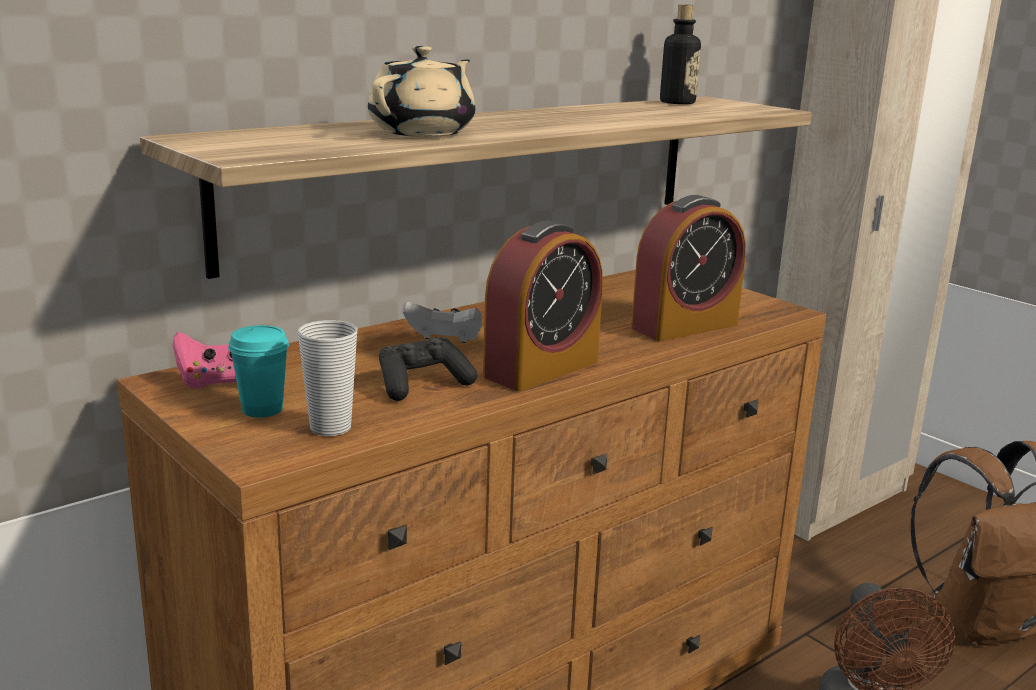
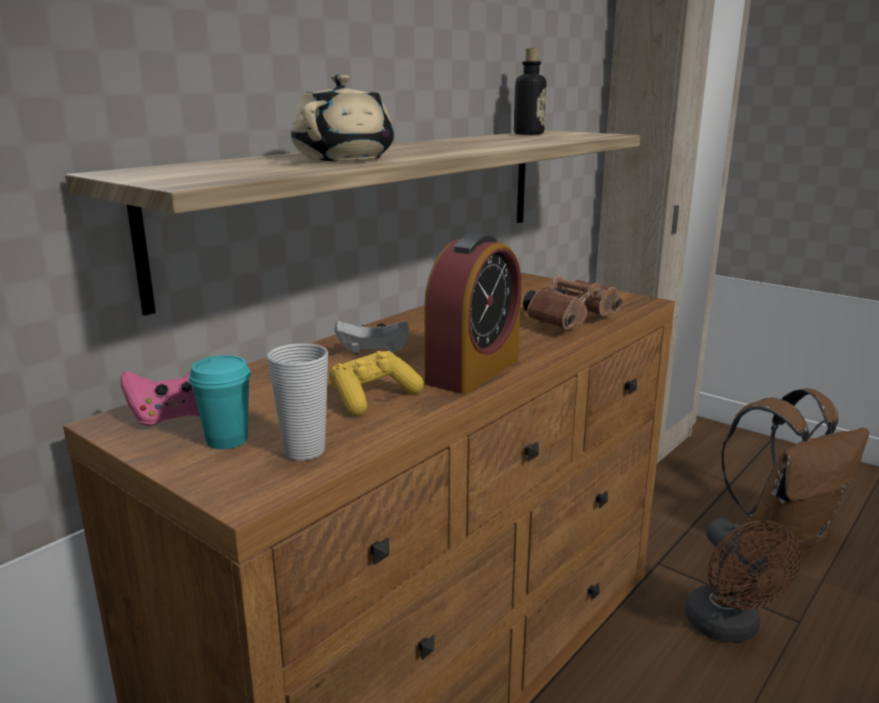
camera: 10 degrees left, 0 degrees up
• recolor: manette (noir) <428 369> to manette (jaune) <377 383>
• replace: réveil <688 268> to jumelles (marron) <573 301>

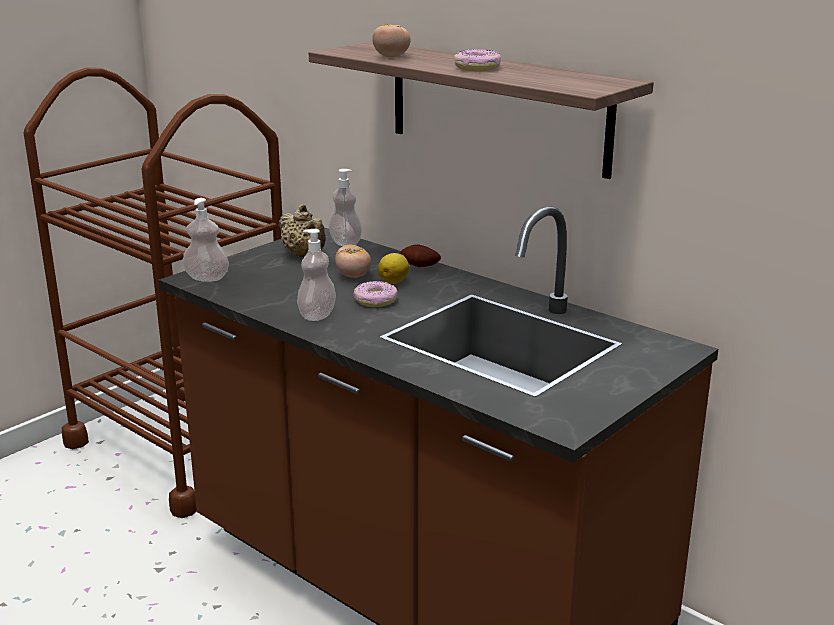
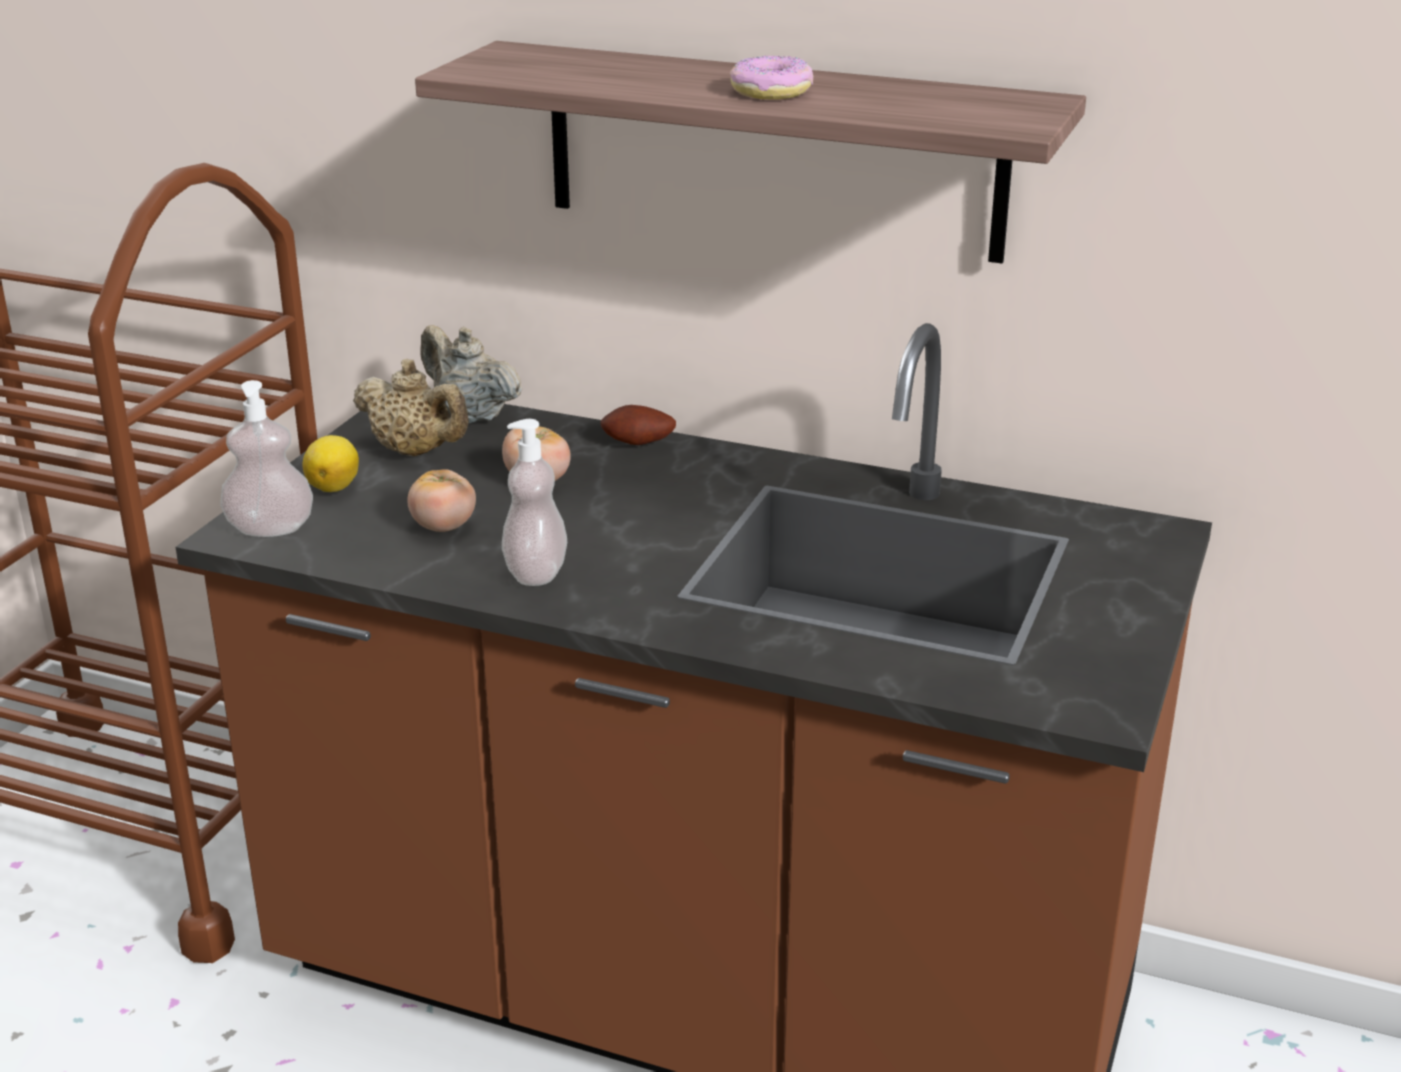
camera: 20 degrees left, 5 degrees up
• replace: distributeur de savon <345 207> to théière (beige) <472 374>
• delete: beignet <375 294>
• move: tomate <391 41> to <441 500>
• move: citron <393 268> to <330 463>

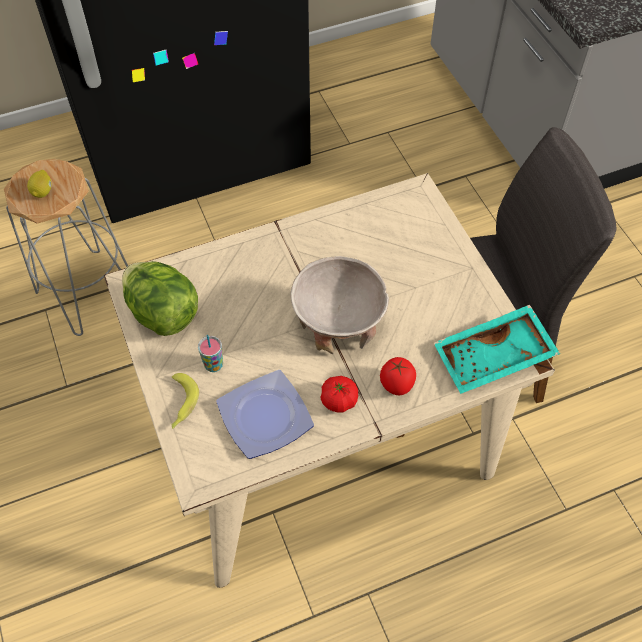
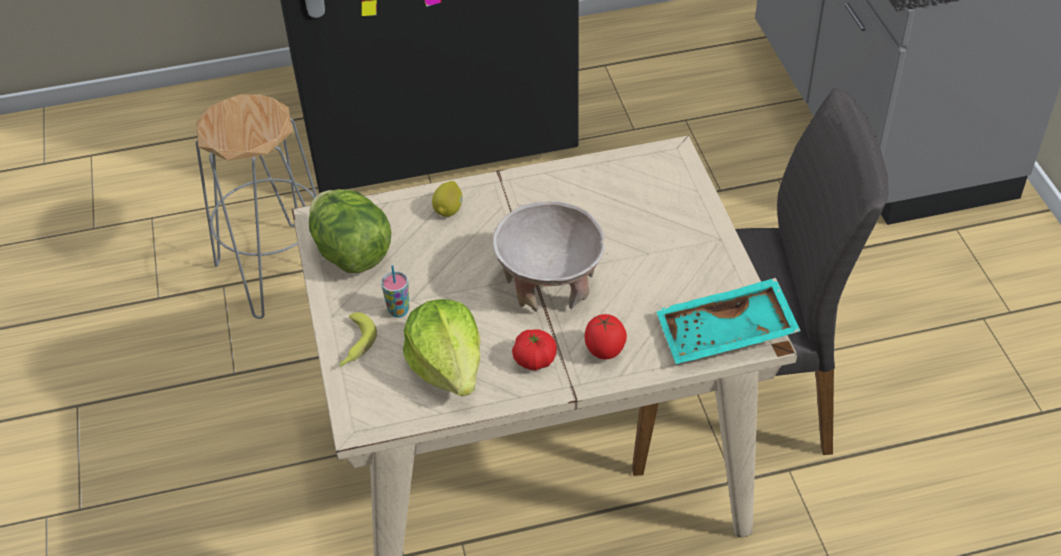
camera: 10 degrees right, 10 degrees down
• move: citron <39 184> to <447 199>
• replace: assiette <265 414> to laitue <442 348>

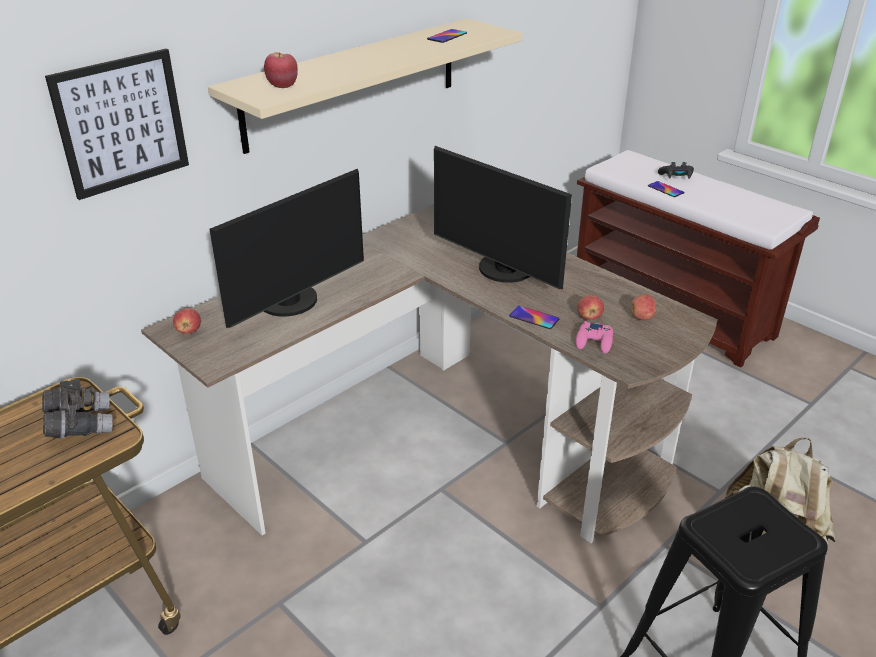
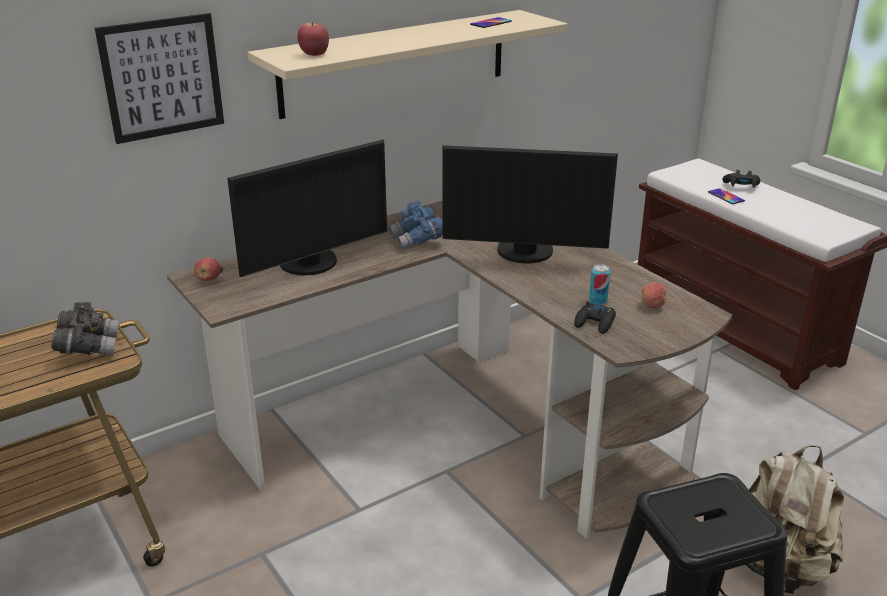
camera: 10 degrees right, 5 degrees down
• rotate: écran d'ordinateur <503 217> = <530 204> 45 degrees counterclockwise
• delete: téléphone <534 317>
• recolor: manette (rose) <594 337> to manette (noir) <595 317>
• replace: pomme <590 307> to boîte métallique <599 284>
• insert: jumelles (bleu) <416 225>

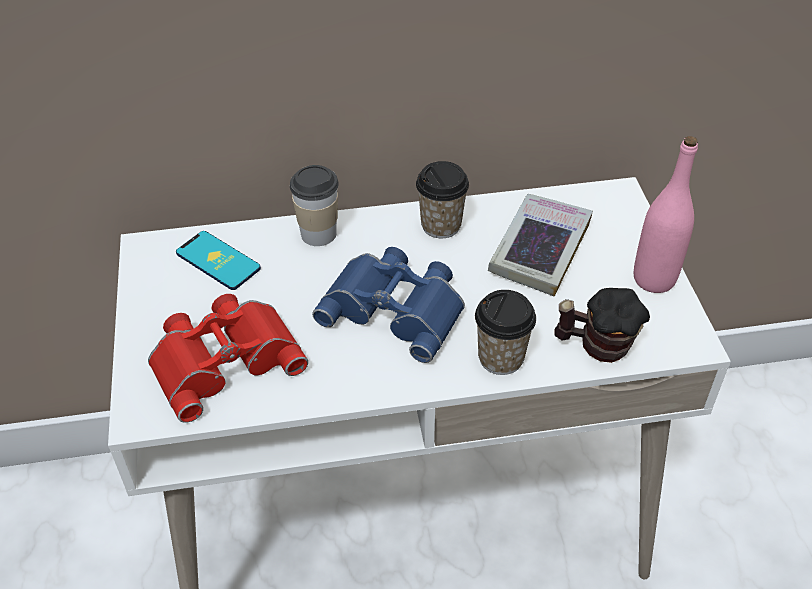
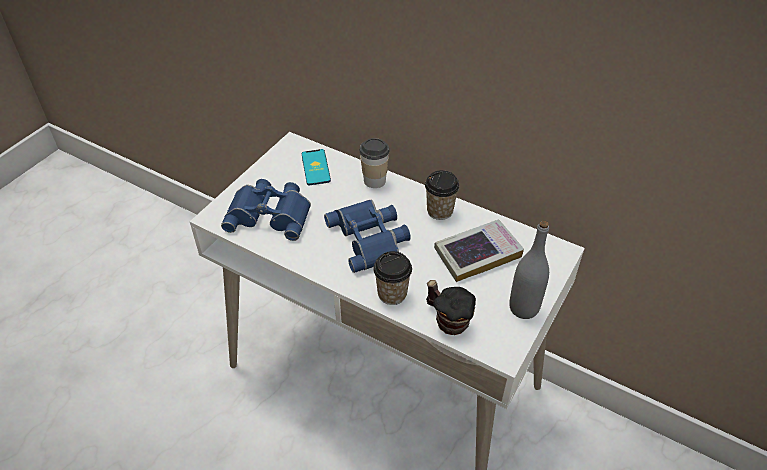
camera: 40 degrees right, 0 degrees up
• recolor: jumelles (rouge) <228 358> to jumelles (bleu) <266 210>
• recolor: bouteille (rose) <666 214> to bouteille (gris) <529 270>

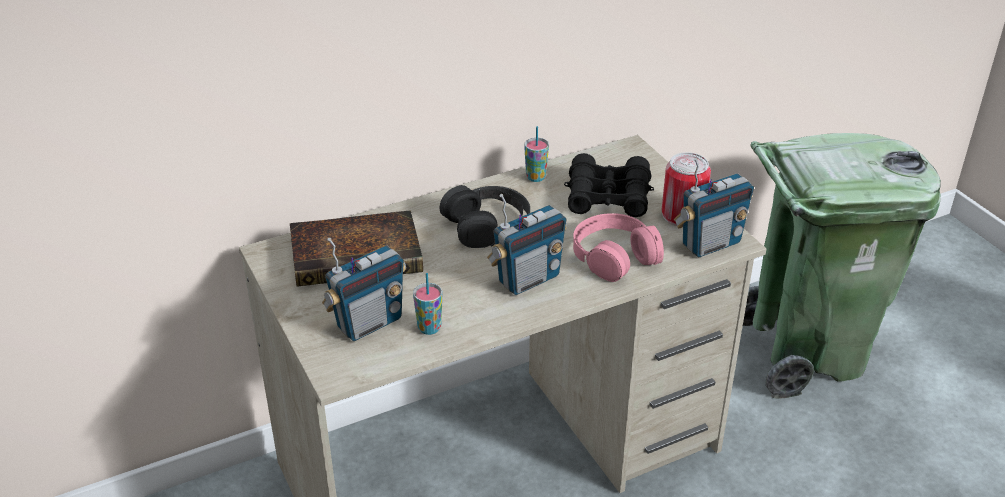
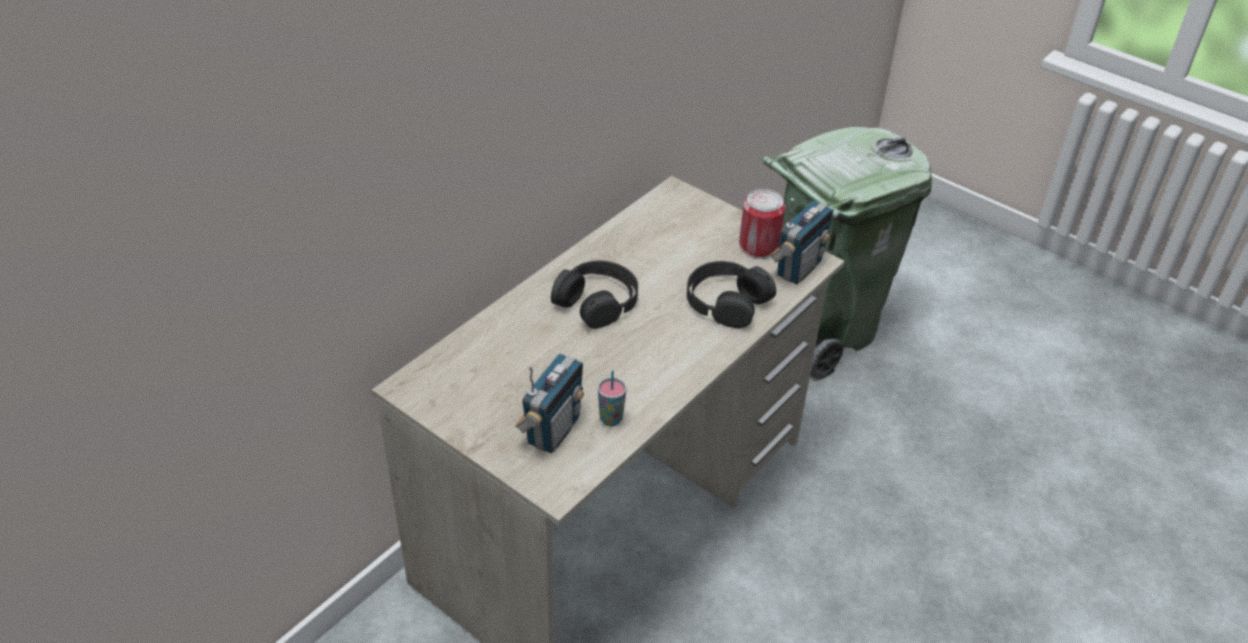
camera: 25 degrees left, 5 degrees up
• delete: livre <356 248>
• delete: radio <527 244>
• delete: tasse <536 154>
• delete: jumelles (noir) <609 185>
• recolor: casque audio (rose) <618 247> to casque audio (noir) <731 294>

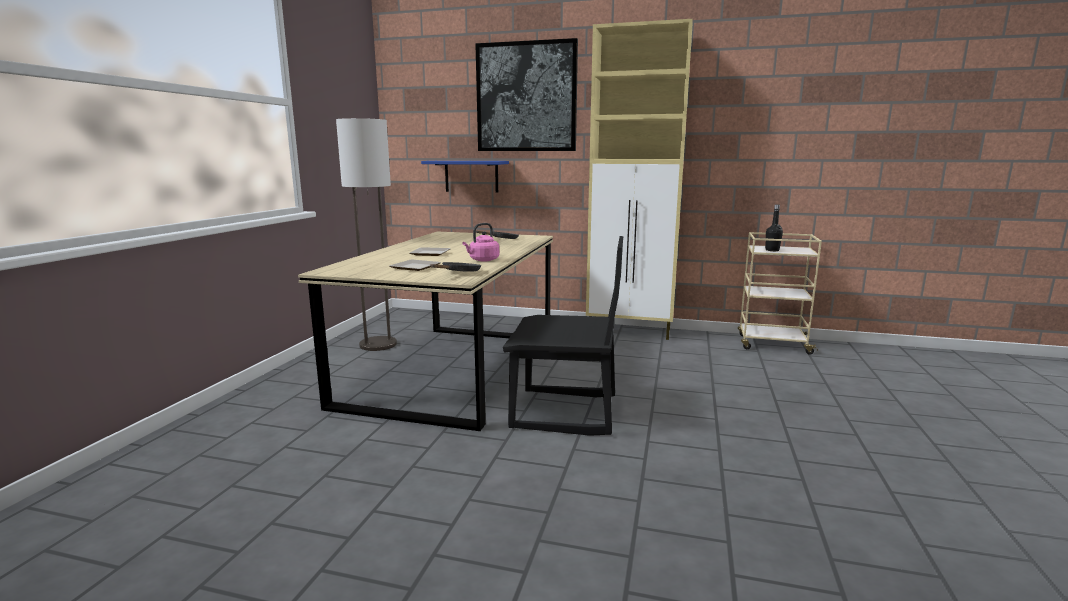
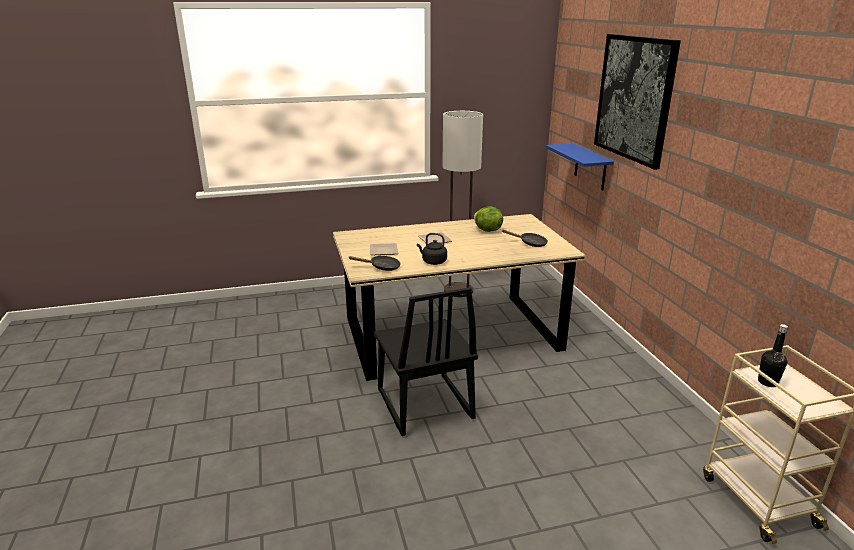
camera: 60 degrees right, 10 degrees up
• recolor: bouilloire (rose) <481 242> to bouilloire (noir) <432 249>
• delete: meuble de rangement (beige) <639 179>
• insert: laitue <488 219>

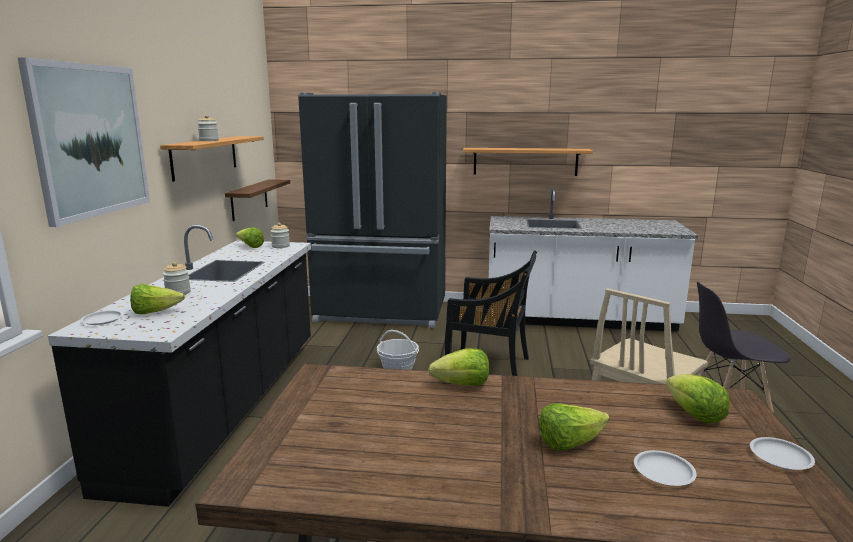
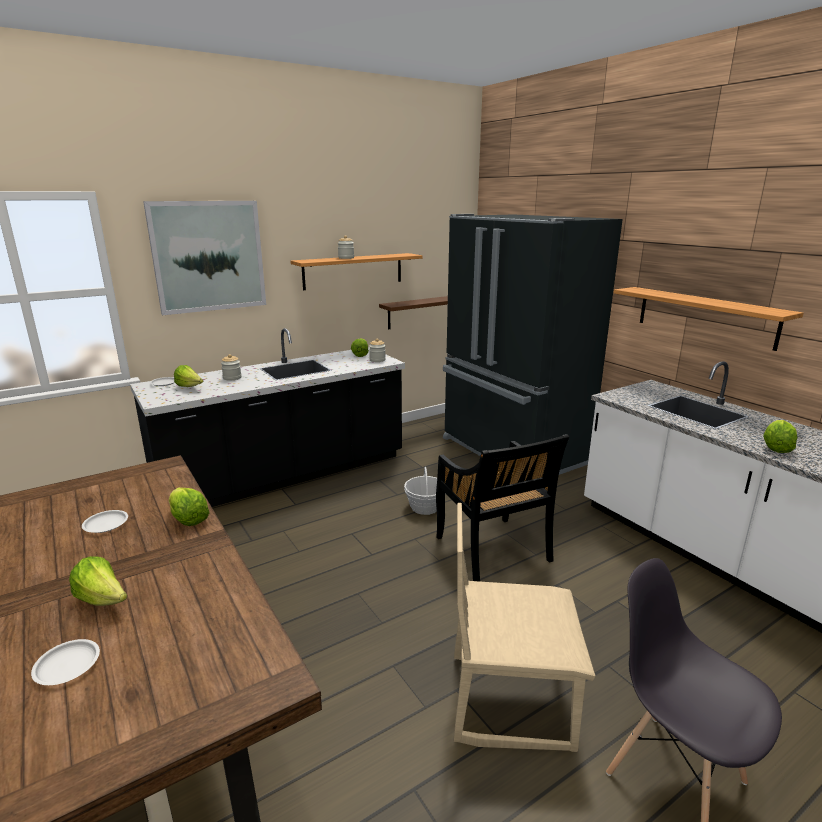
camera: 50 degrees right, 5 degrees up
• move: laitue <698 398> to <780 436>
• move: assiette (blanc) <782 453> to <105 521>

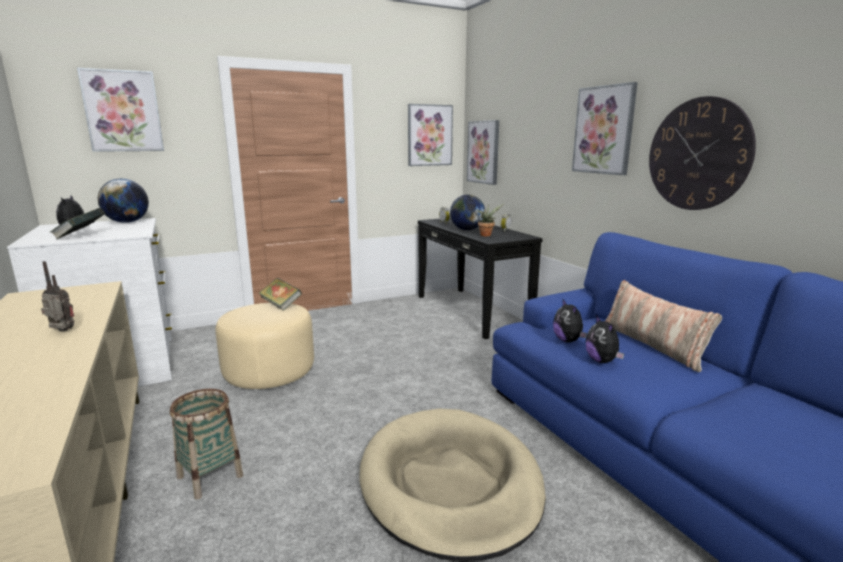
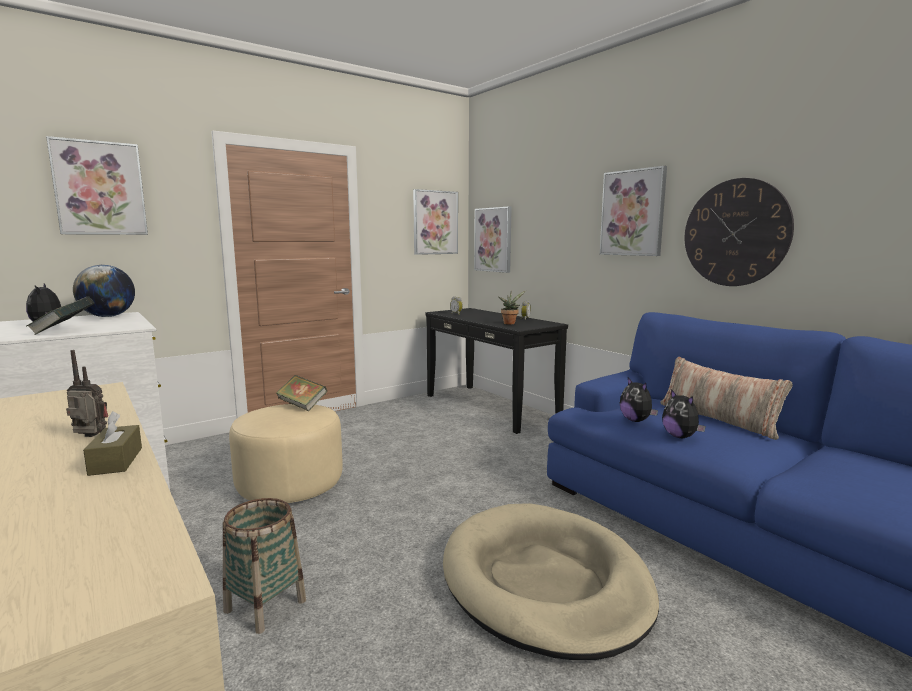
camera: 10 degrees left, 5 degrees down
• delete: globe <467 212>
• insert: boîte à mouchoirs (marron) <112 443>

